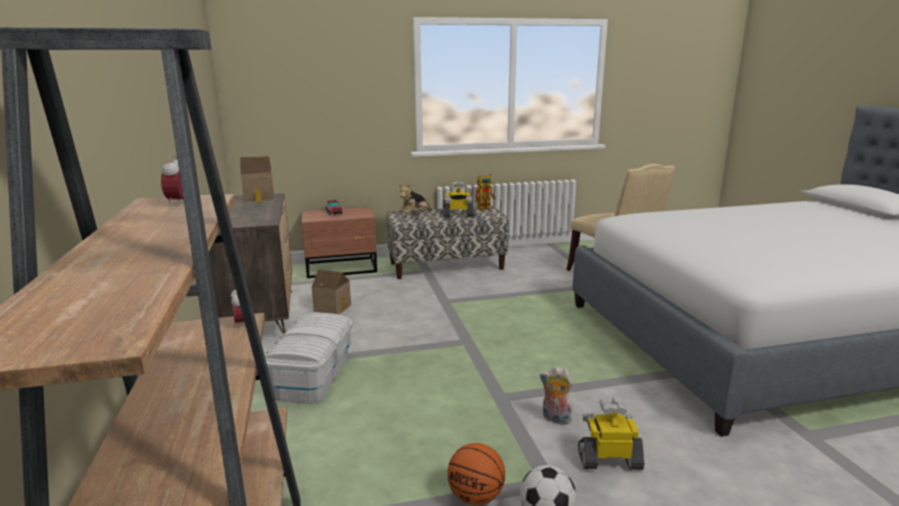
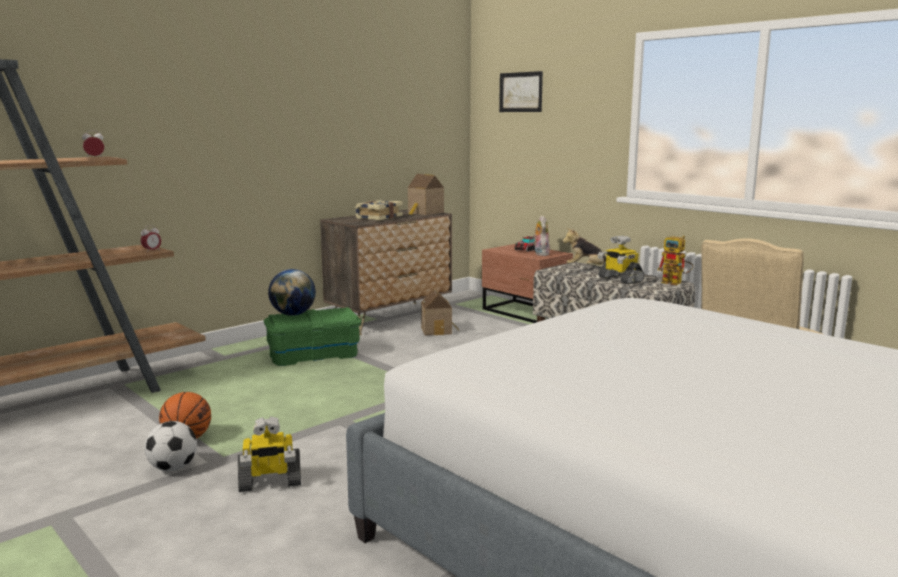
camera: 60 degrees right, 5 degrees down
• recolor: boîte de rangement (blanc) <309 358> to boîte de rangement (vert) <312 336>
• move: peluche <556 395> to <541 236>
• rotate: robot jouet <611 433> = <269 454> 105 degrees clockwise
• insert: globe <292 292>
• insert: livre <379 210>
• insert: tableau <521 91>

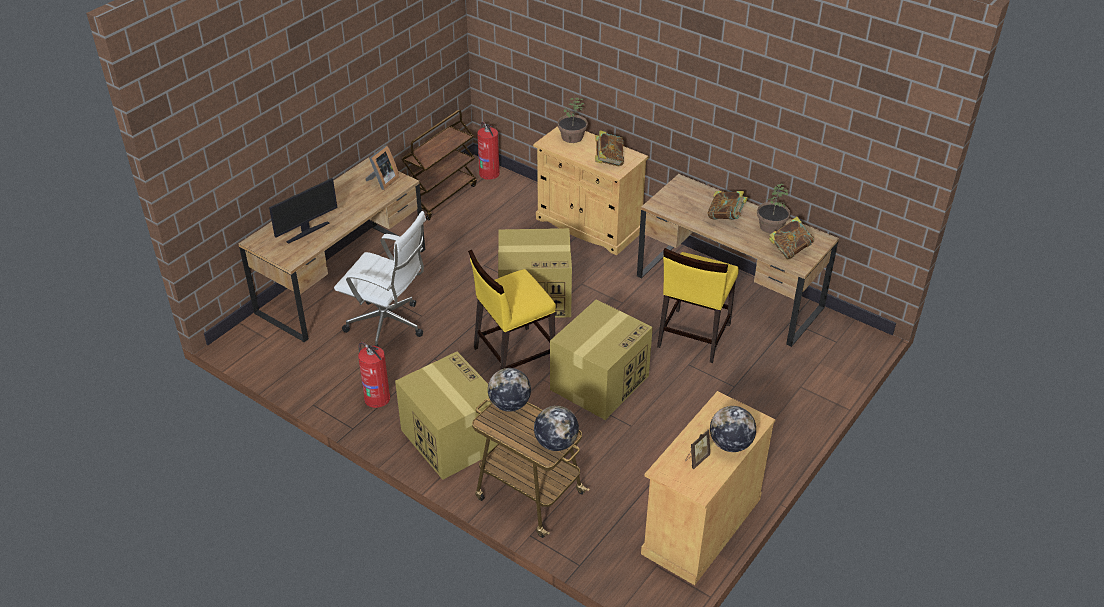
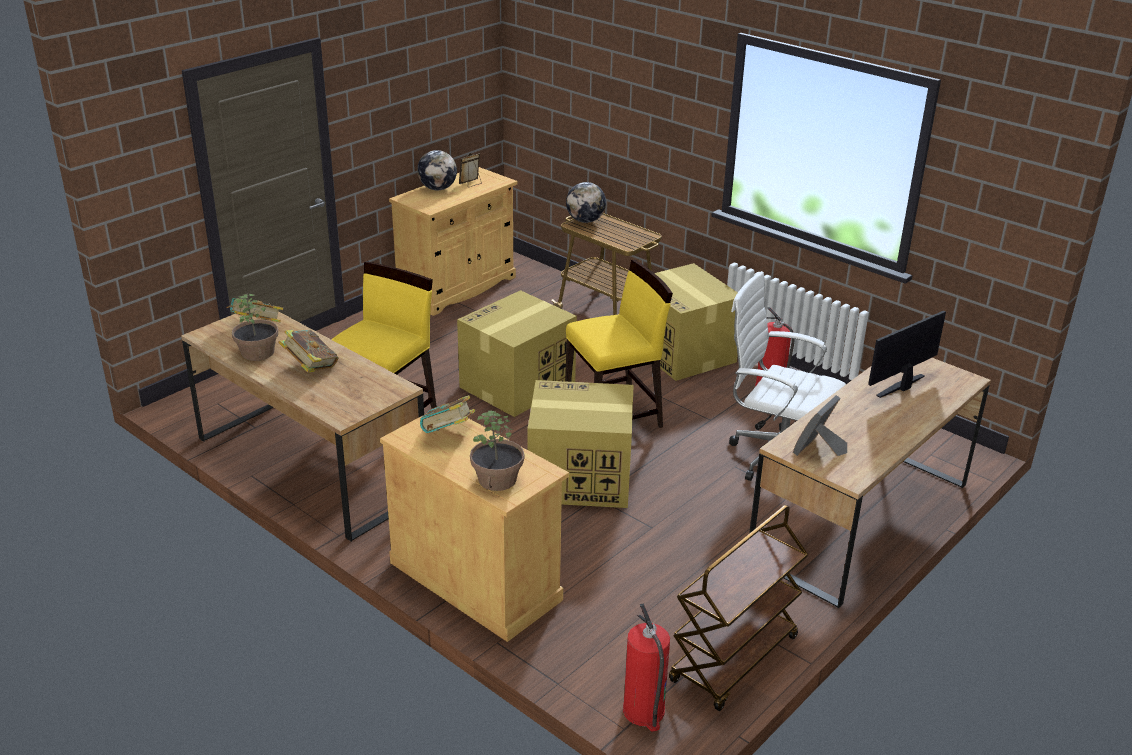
camera: 175 degrees left, 10 degrees down
• delete: globe <509 390>

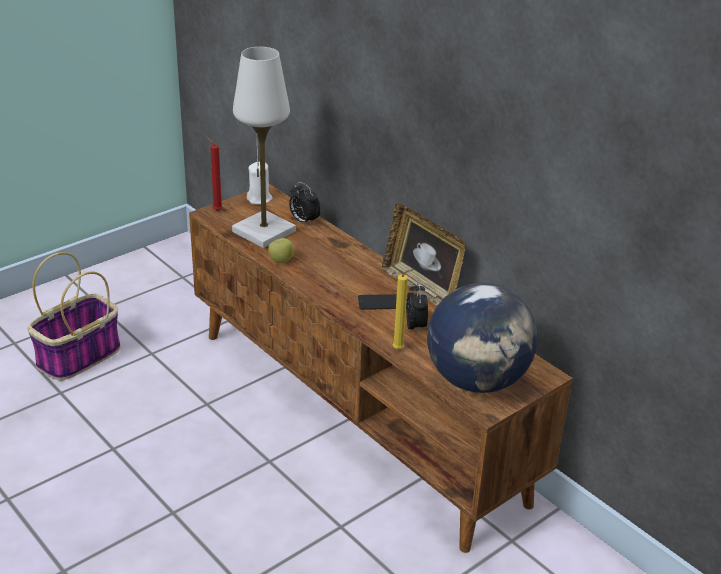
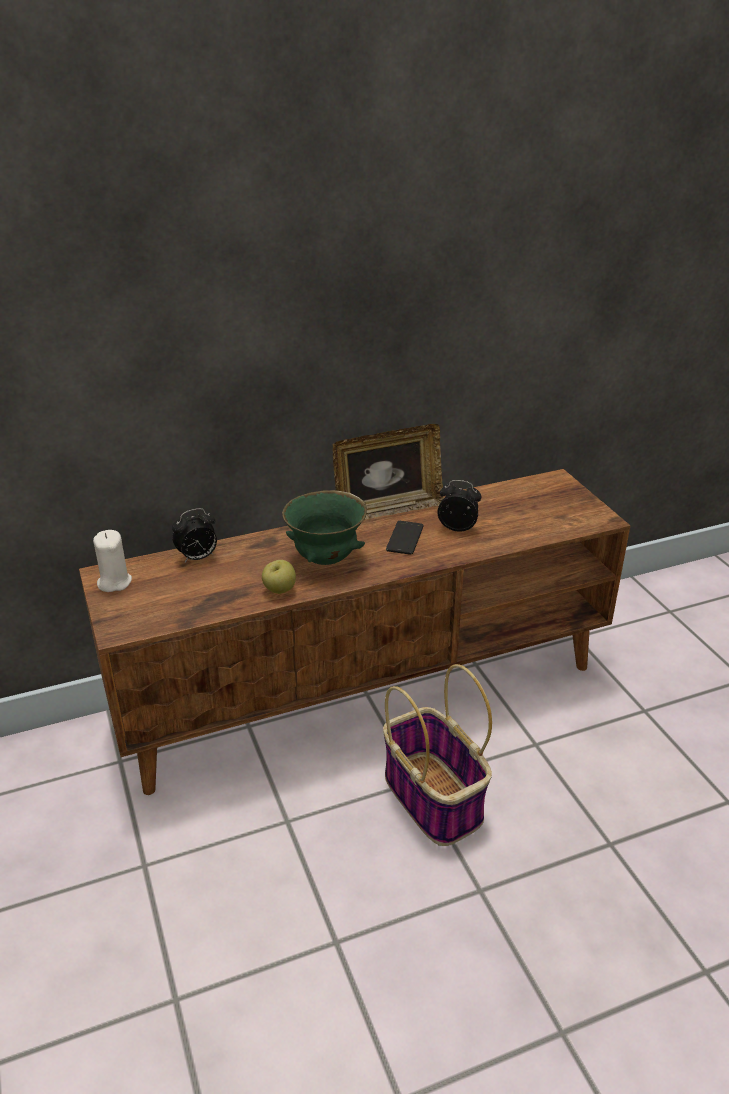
camera: 70 degrees left, 0 degrees up
• move: panier <73 316> to <437 755>
• delete: bougie (rouge) <215 174>
• delete: lampe de table (blanc) <264 147>
• delete: bougie (jaune) <403 309>
• delete: globe <482 338>
• insert: bol (vert) <324 527>

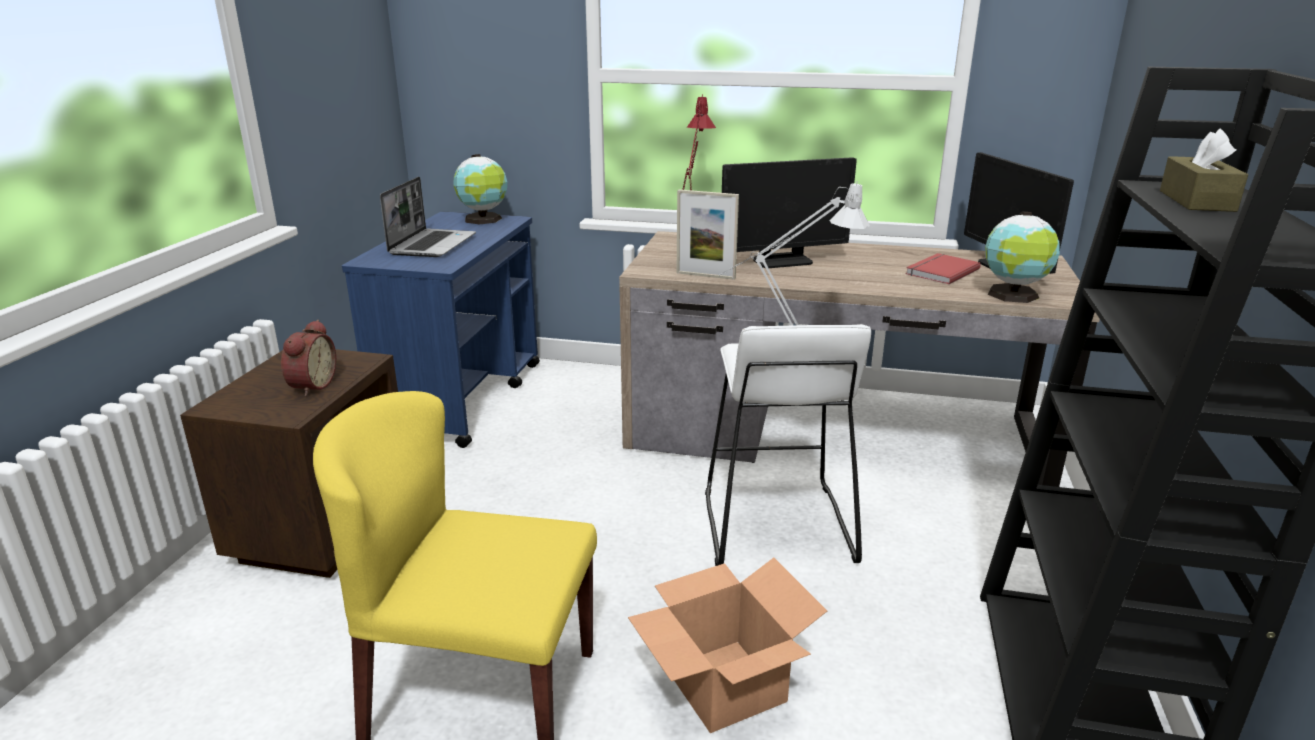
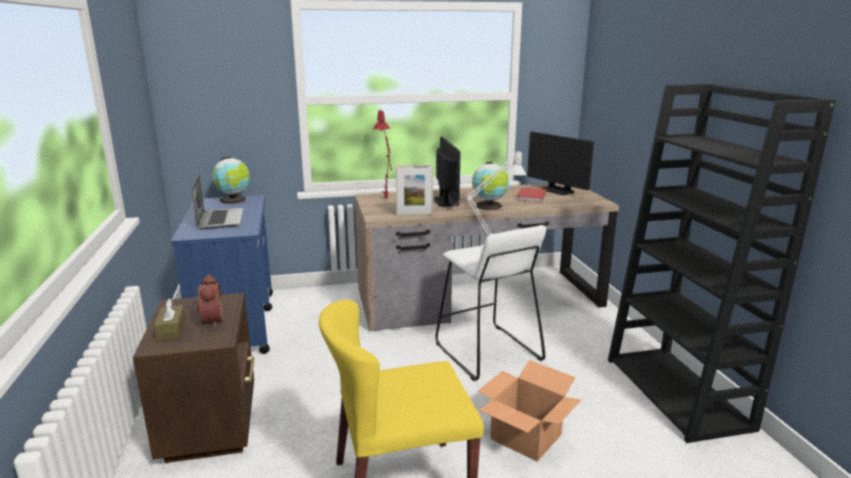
camera: 25 degrees left, 5 degrees down
• rotate: écran d'ordinateur <789 212> = <447 172> 60 degrees counterclockwise
• move: globe <1022 257> to <490 186>
• move: boîte à mouchoirs (marron) <1204 170> to <170 320>

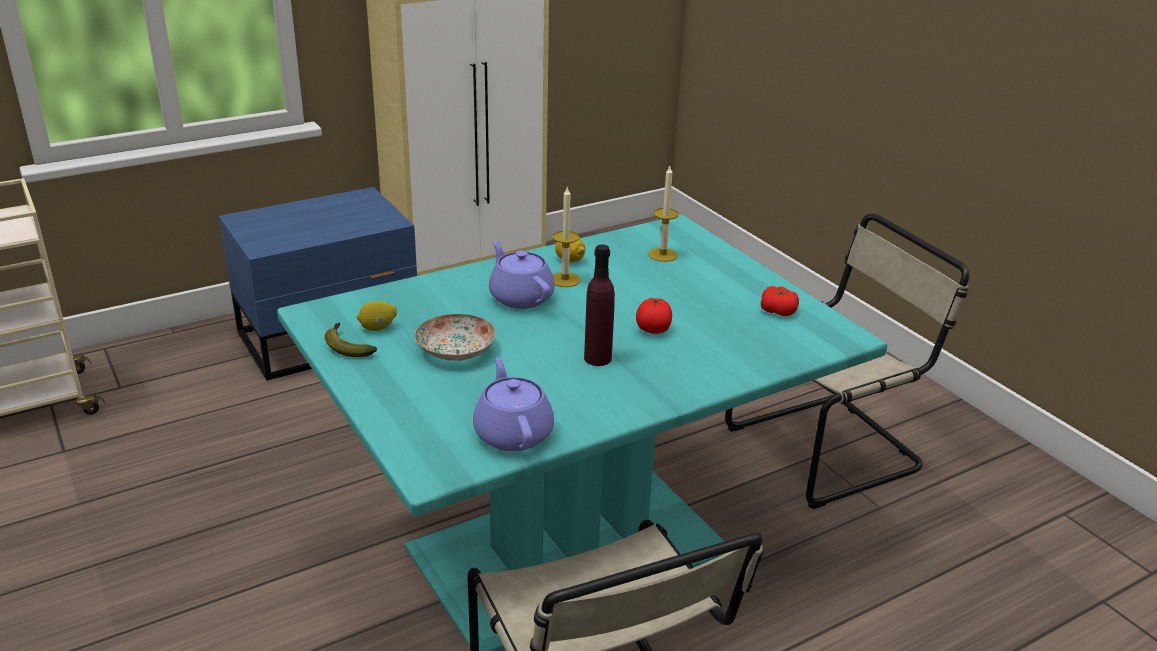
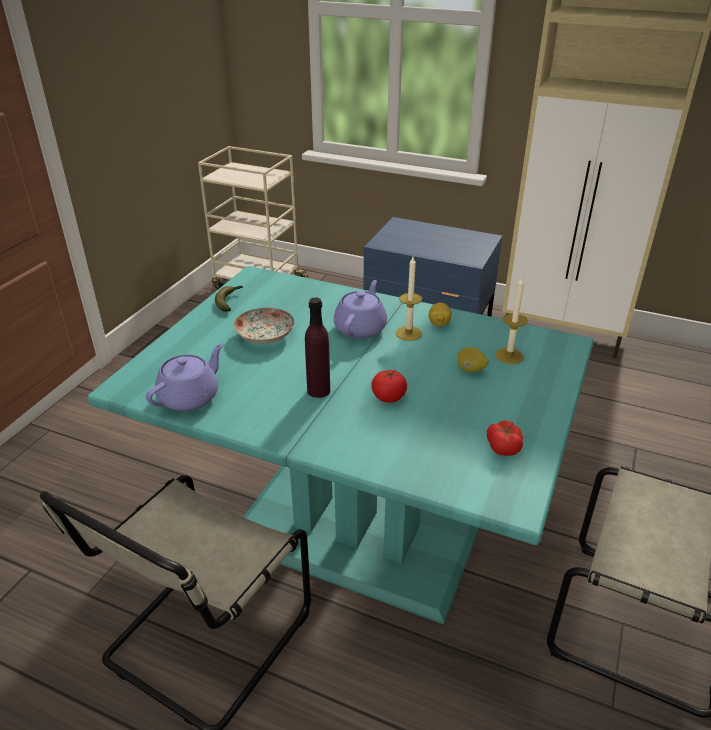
camera: 55 degrees right, 5 degrees up
• move: citron <377 316> to <473 359>

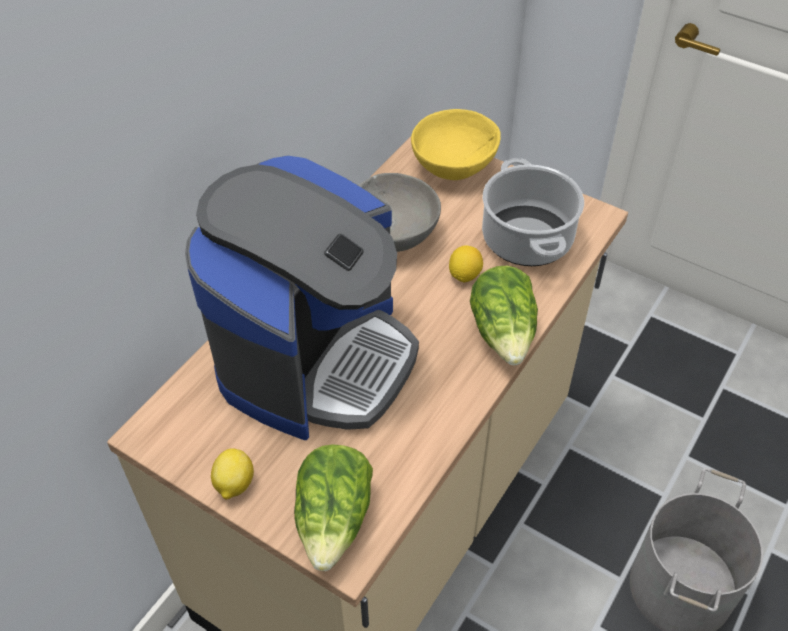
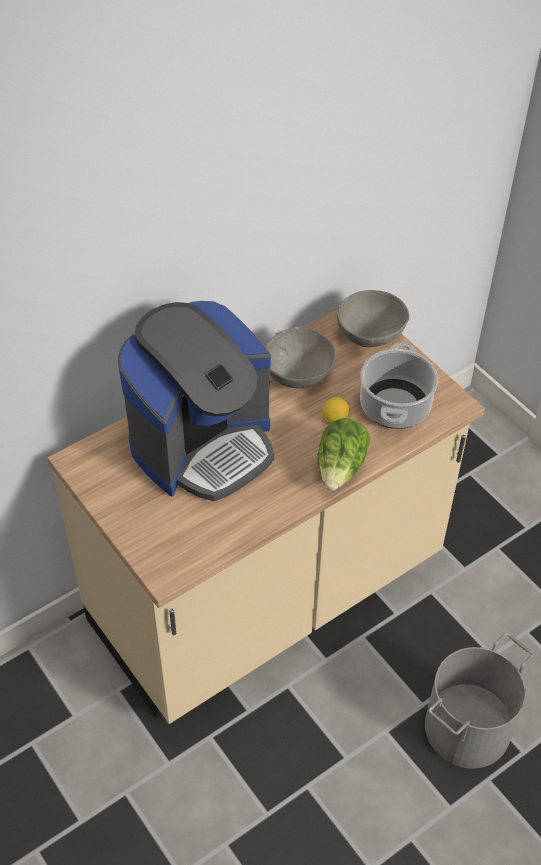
camera: 20 degrees right, 0 degrees up
• delete: citron <232 474>
• delete: laitue <333 507>
• recolor: bol (jaune) <456 144> to bol (gris) <373 318>

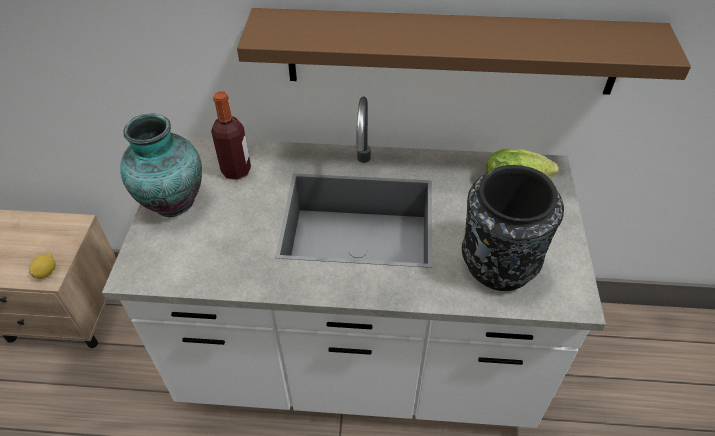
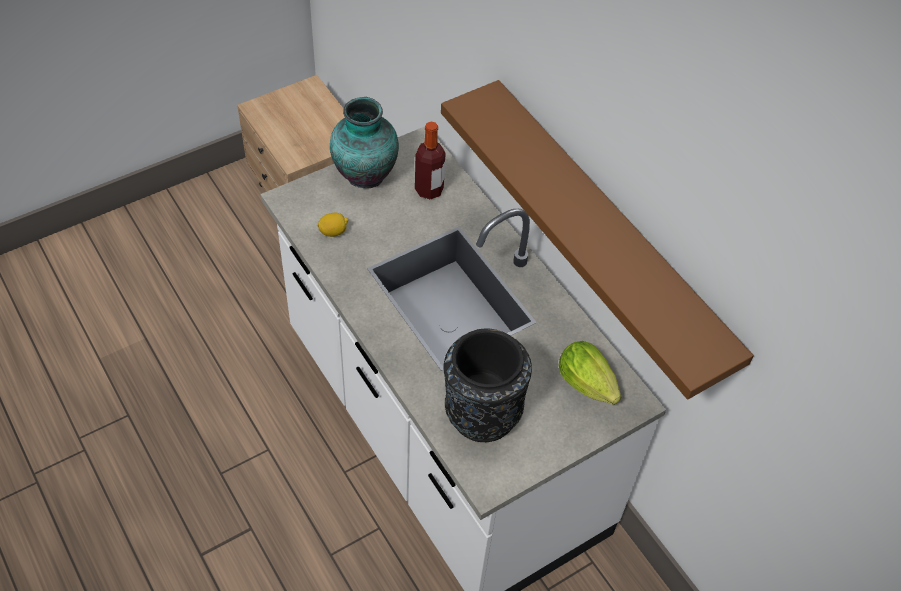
camera: 50 degrees right, 5 degrees up
• move: citron <42 266> to <333 225>

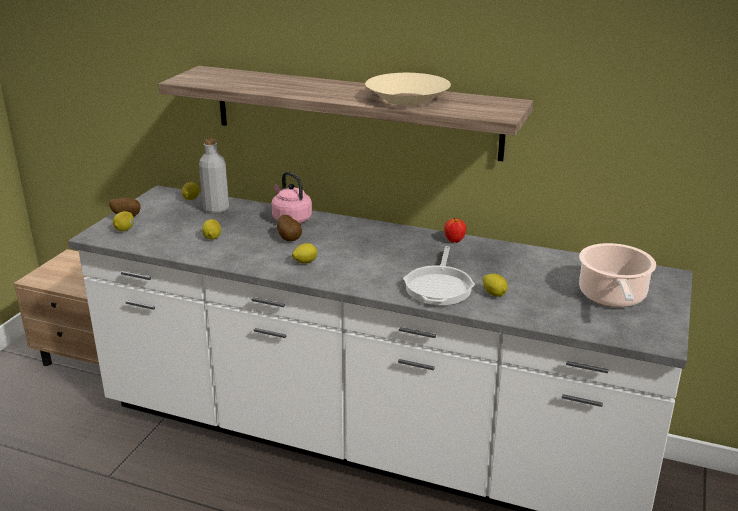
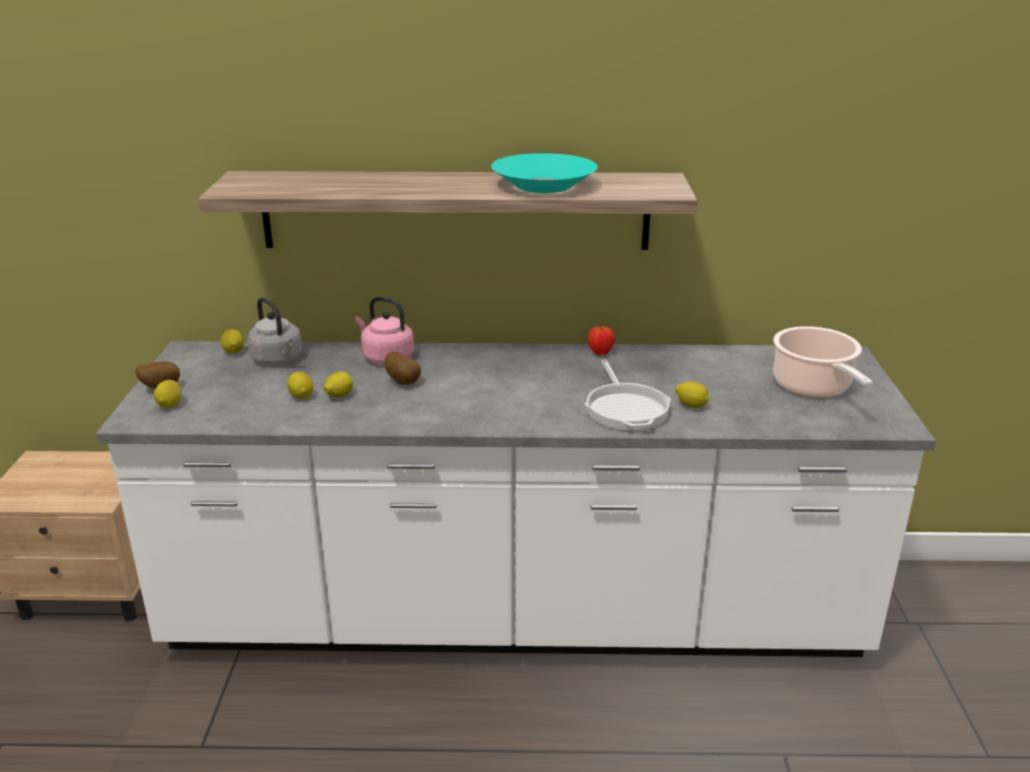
camera: 20 degrees left, 0 degrees up
• replace: bouteille (gris) <214 176> to bouilloire (gris) <275 331>
• move: citron <304 253> to <338 384>
• recolor: bol (beige) <408 89> to bol (turquoise) <544 173>

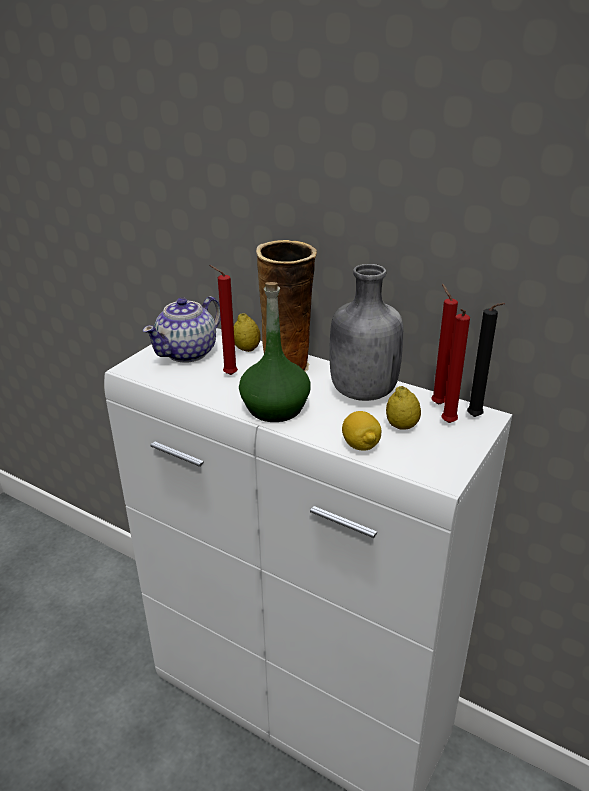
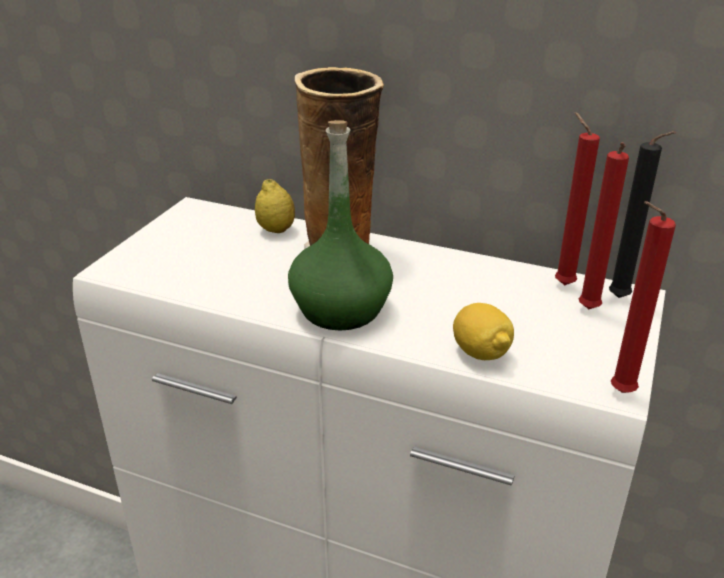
camera: 10 degrees left, 0 degrees up
• delete: théière <182 329>
• move: bougie (rouge) <224 320> to <643 297>
• delete: bouteille (gris) <366 332>
• delete: citron <403 408>

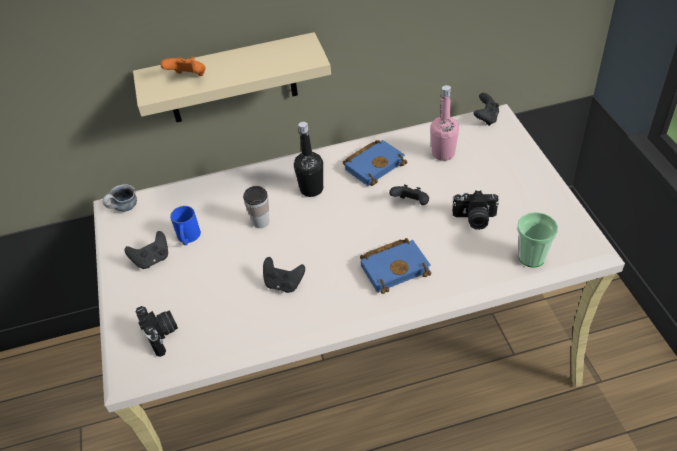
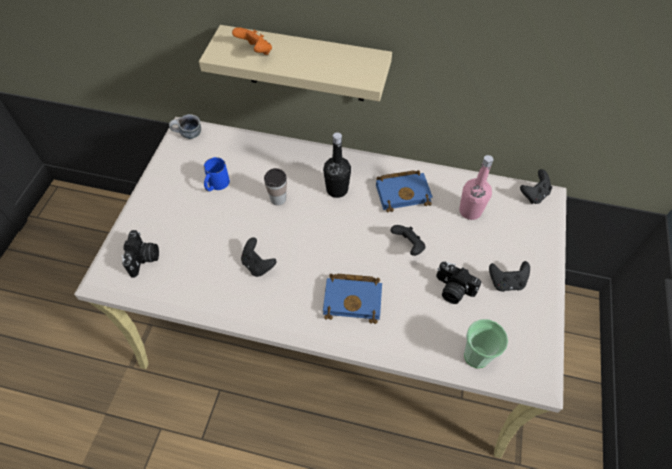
camera: 25 degrees right, 10 degrees up
• move: manette (noir) <146 250> to <509 276>

